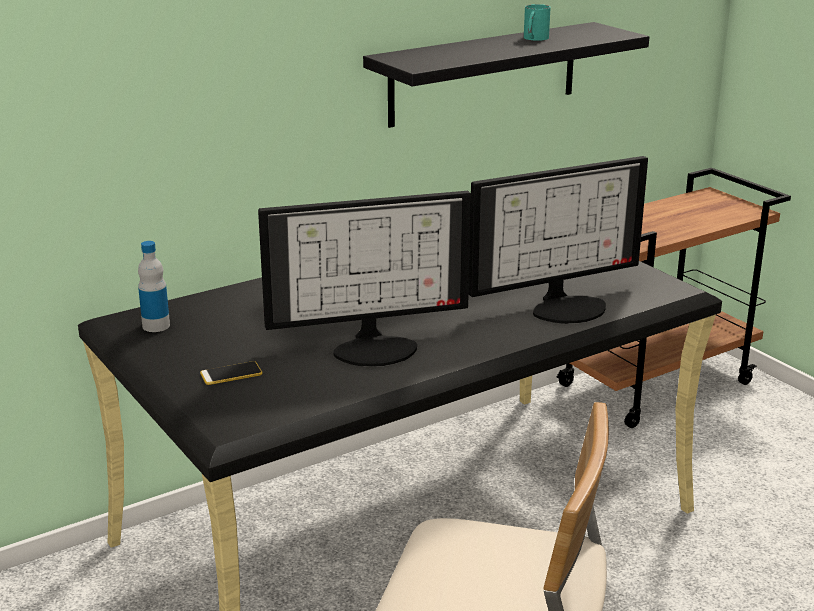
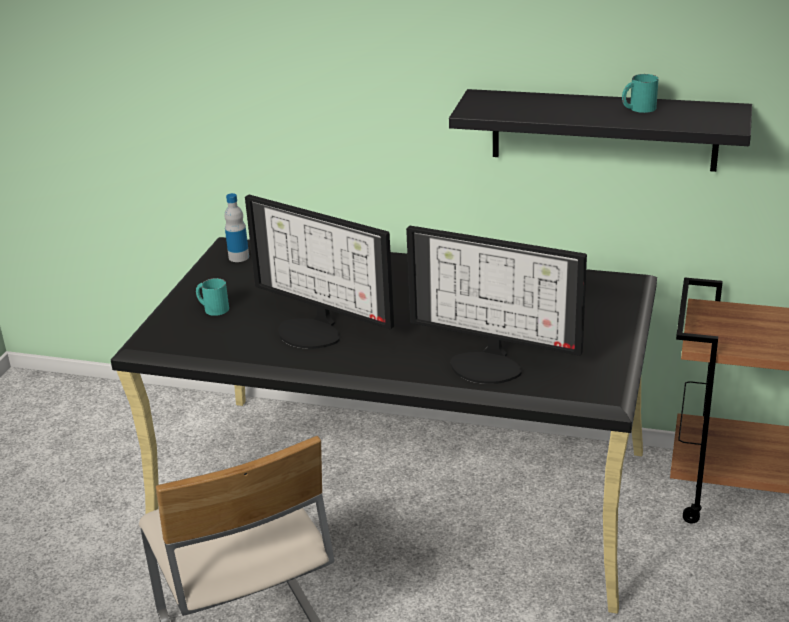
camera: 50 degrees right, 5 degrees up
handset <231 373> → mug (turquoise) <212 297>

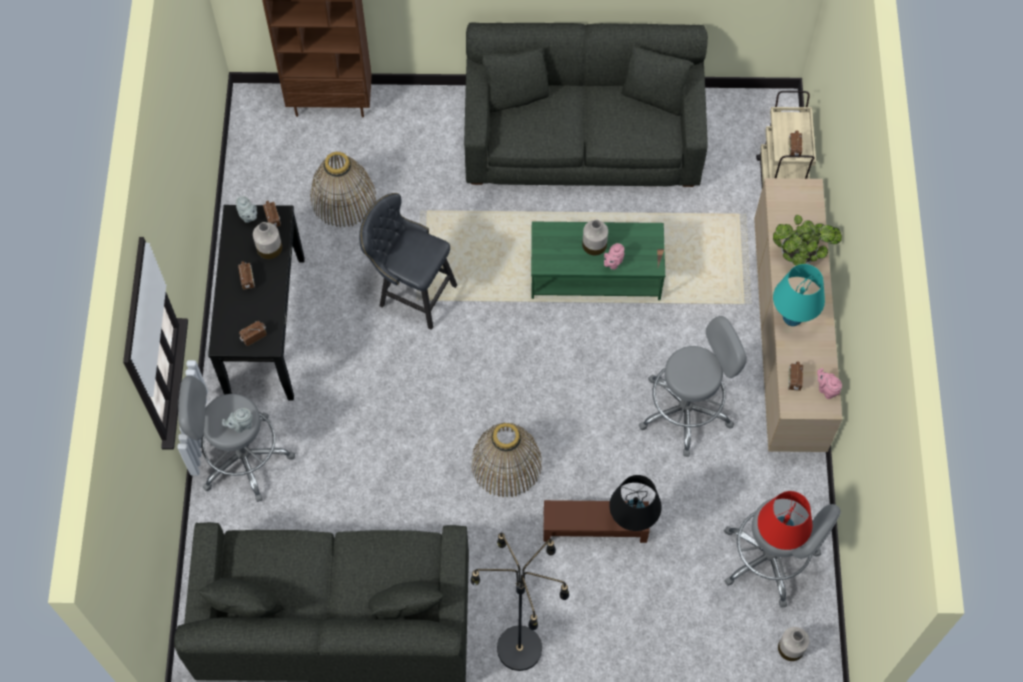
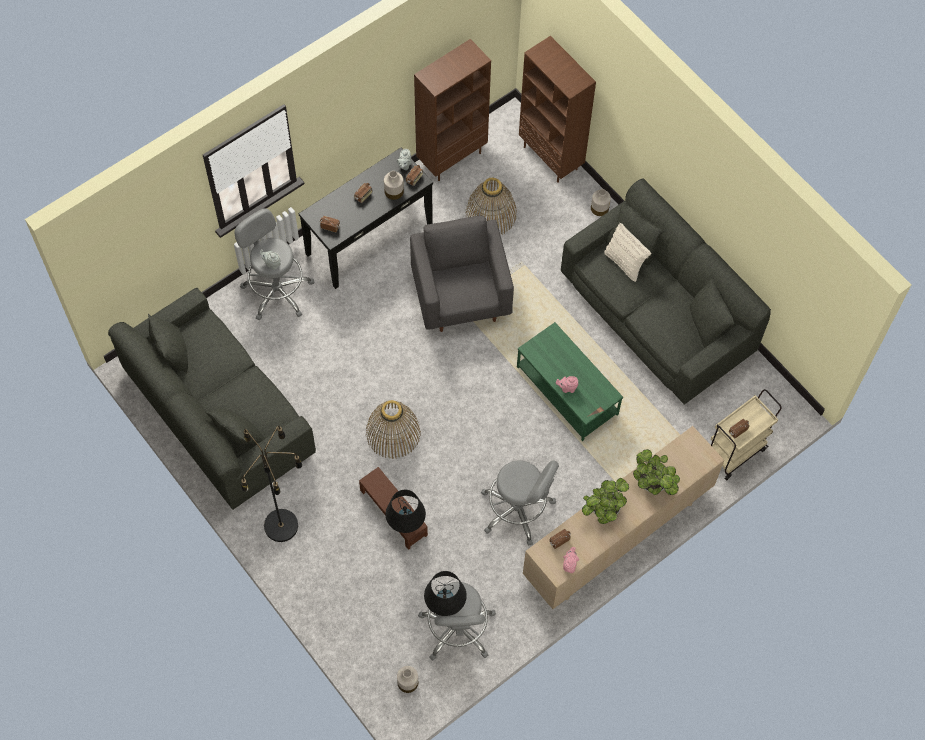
camera: 50 degrees right, 0 degrees up
- → bookcase (brownish) <452 110>
- → cushion (beige-coloured) <627 252>
flower vase (beige-coloured) <595 238> → flower vase (beige-coloured) <601 202>, shifted
stool seat (gray) <408 261> → lounge chair (gray) <462 273>
lamp for a table (turquoise) <799 295> → potted plant <605 501>
lamp for a table (reddish) <785 520> → lamp for a table (blackish) <445 593>

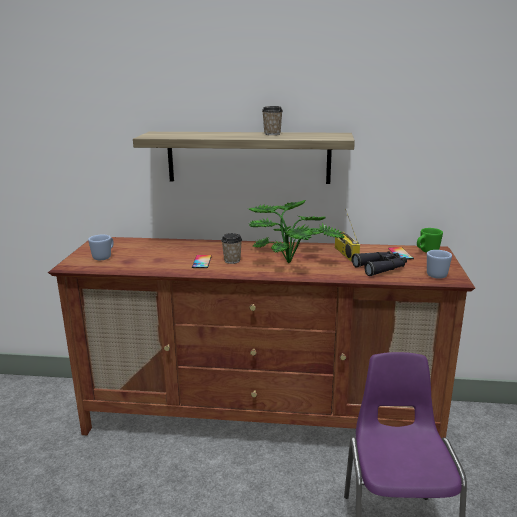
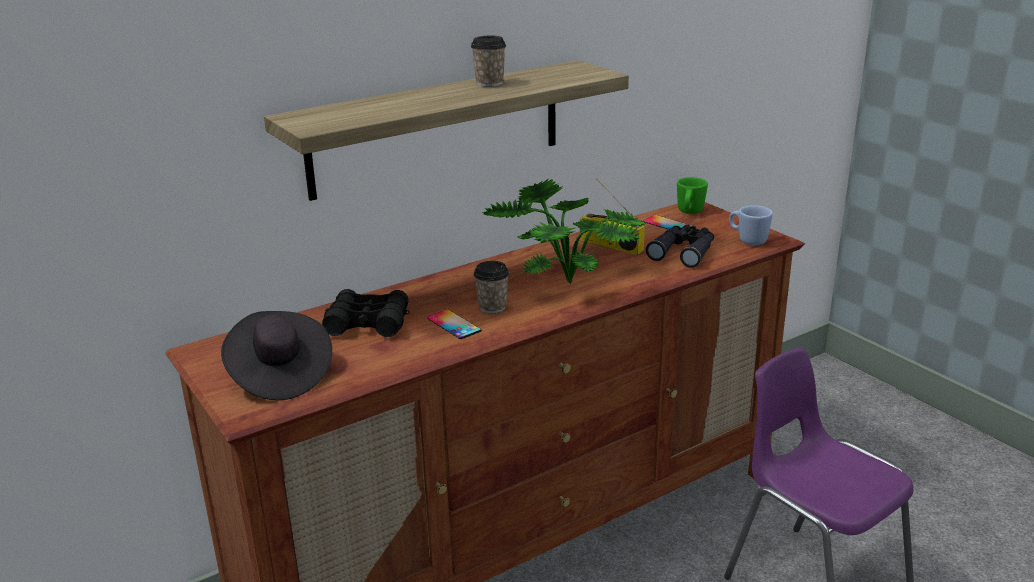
camera: 40 degrees left, 5 degrees up
- → binoculars (blackish) <366 313>
mug (bluish) <101 247> → hat (blackish) <276 355>

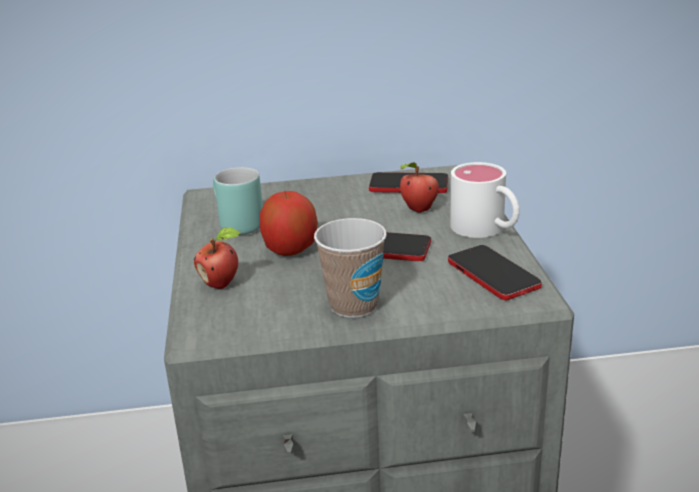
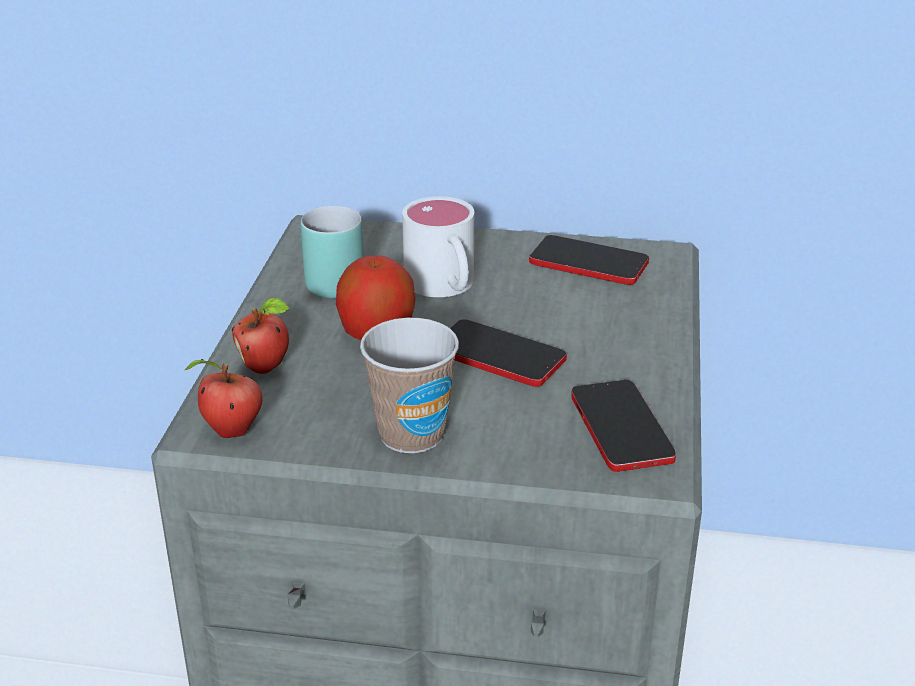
camera: 15 degrees right, 5 degrees up
whole apple <419 187> → whole apple <224 398>, shifted
mug (whitish) <485 200> → mug (whitish) <438 246>, shifted

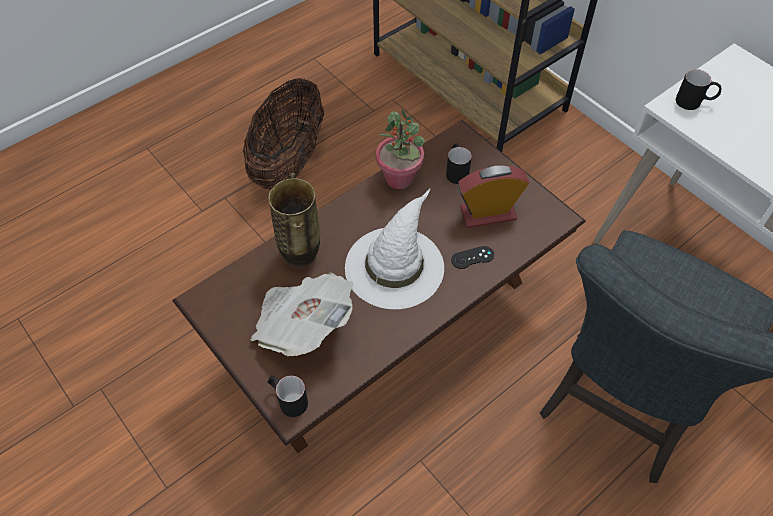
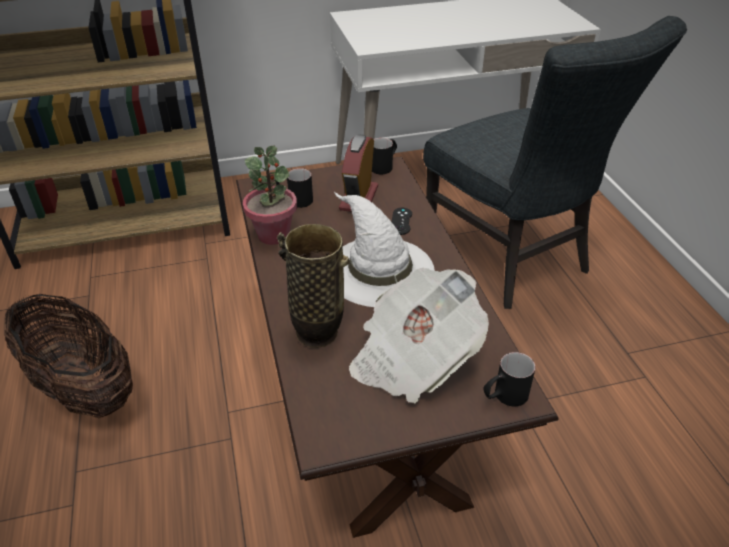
camera: 65 degrees left, 15 degrees down
mug (blackish) <698 89> → mug (blackish) <384 156>, shifted

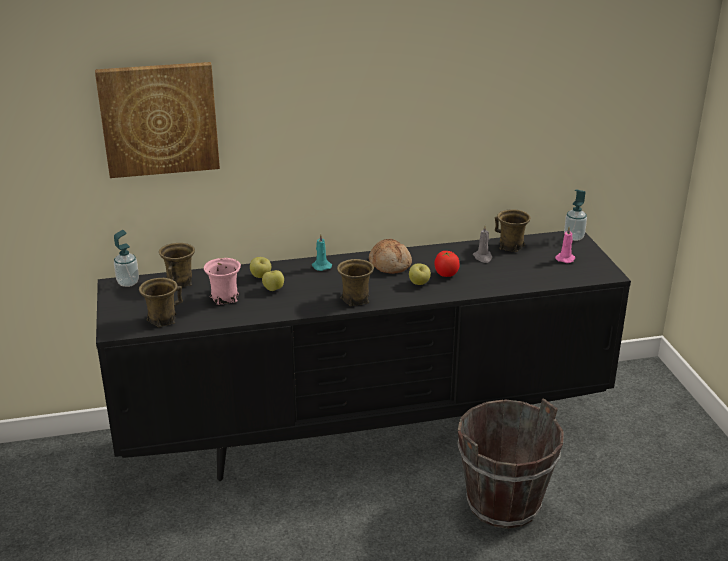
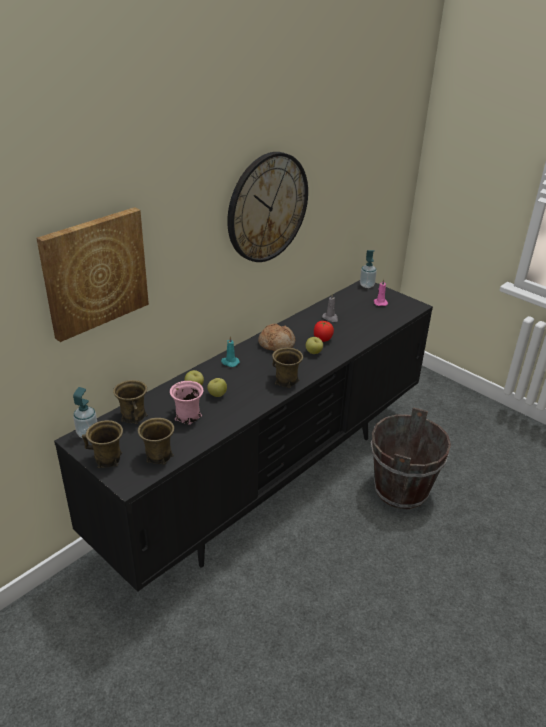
camera: 35 degrees left, 5 degrees up
- → clock on the wall <267 207>
mug (brownish) <513 230> → mug (brownish) <102 444>, shifted

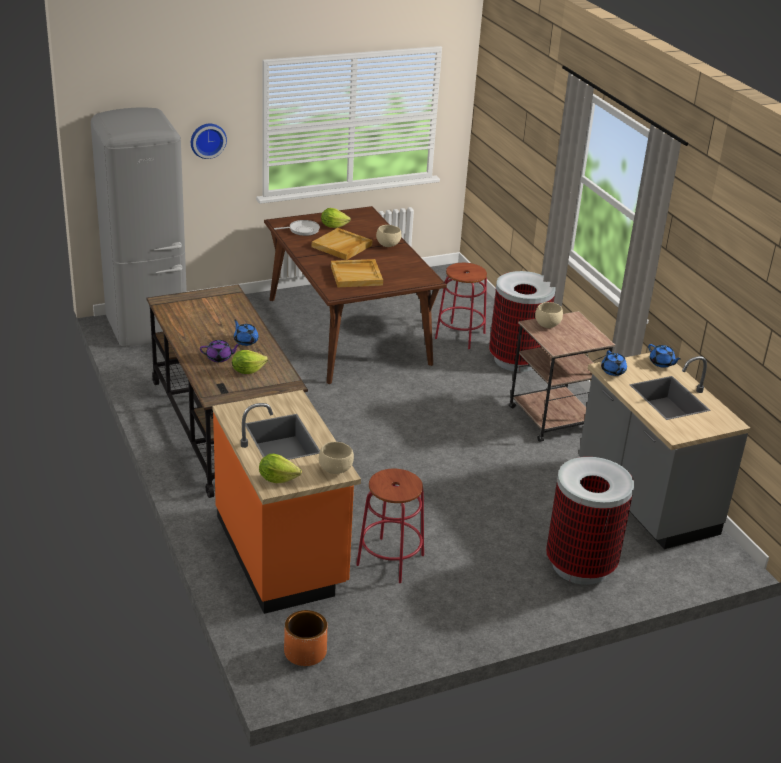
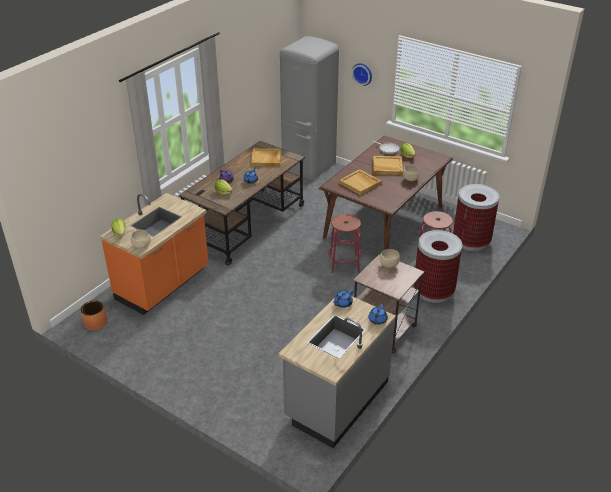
camera: 60 degrees right, 5 degrees up
- → tray (beige-coloured) <266 157>
stool seat (reddish) <390 526> → stool seat (reddish) <345 243>, shifted
waste bin <590 521> → waste bin <476 217>, shifted

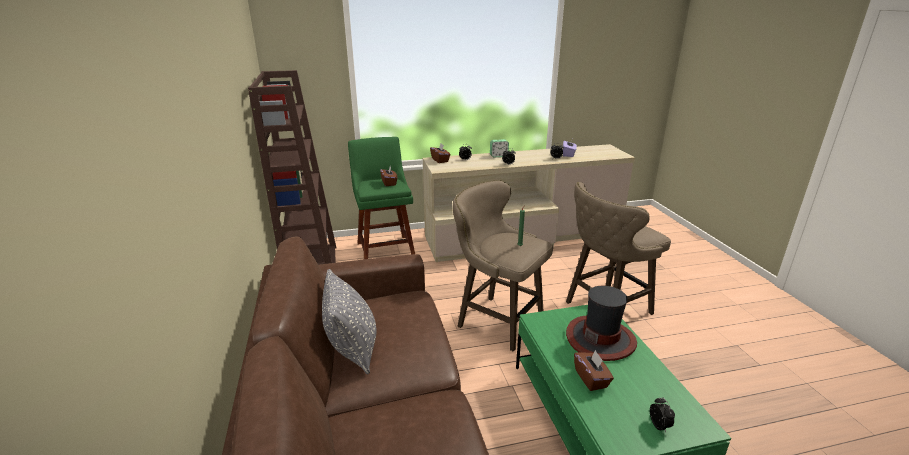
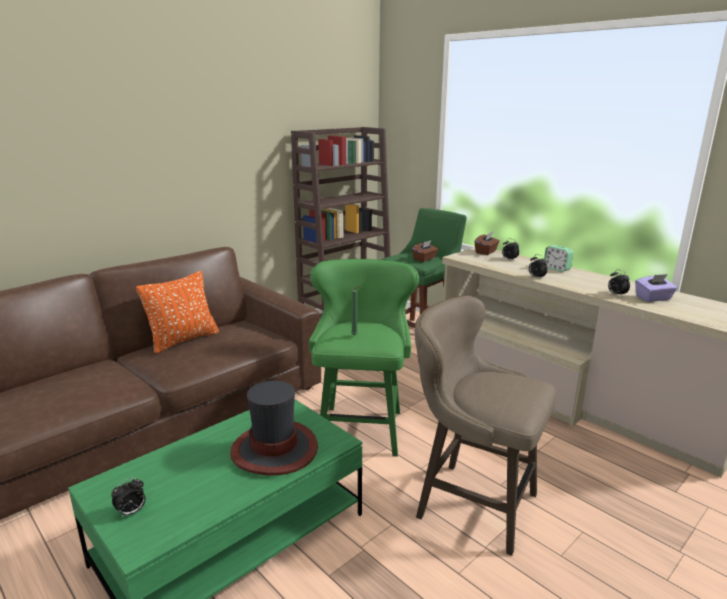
camera: 60 degrees right, 5 degrees down
tissue box (brownish) <594 370> → -
cushion (gray) <349 322> → cushion (orange) <177 312>
stool seat (beige-coloured) <503 266> → stool seat (greenish) <364 358>

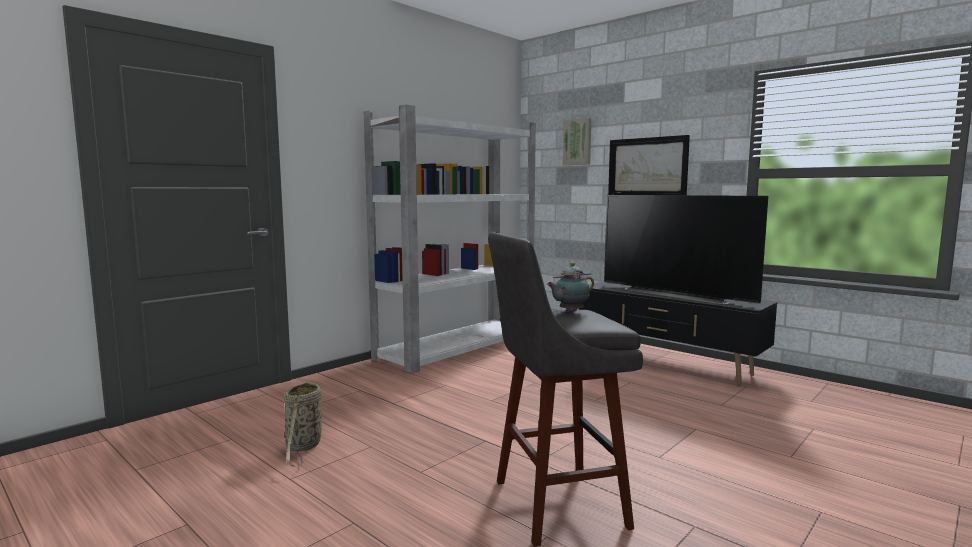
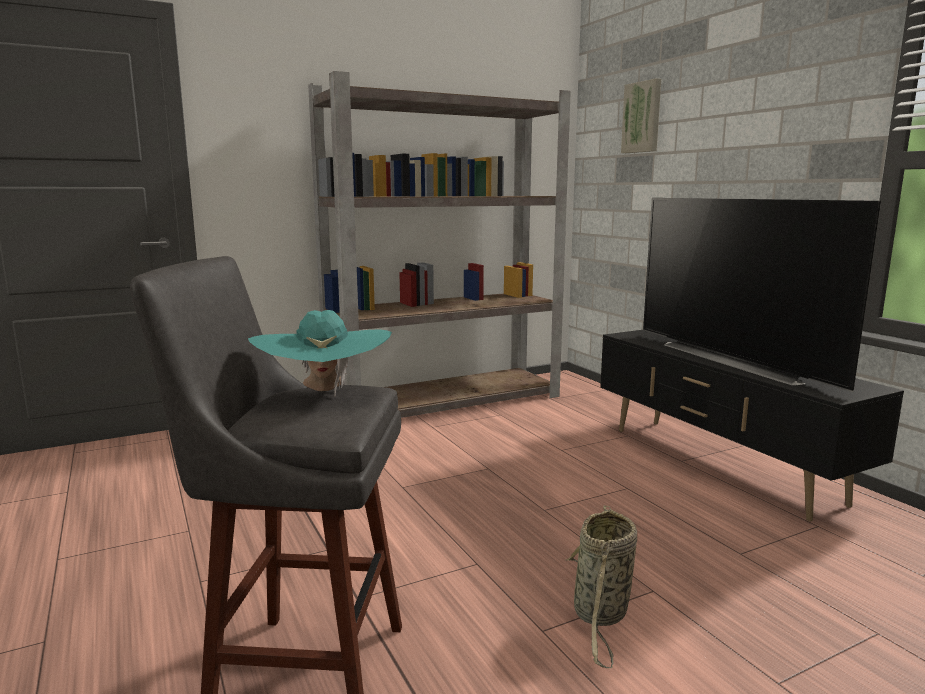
camera: 20 degrees right, 5 degrees up
wall art <649 165> → -
household basket <303 423> → household basket <601 587>, shifted
teapot <570 287> → hat (turquoise) <320 353>
bookcase (whitish) <450 239> → bookcase (brownish) <439 244>

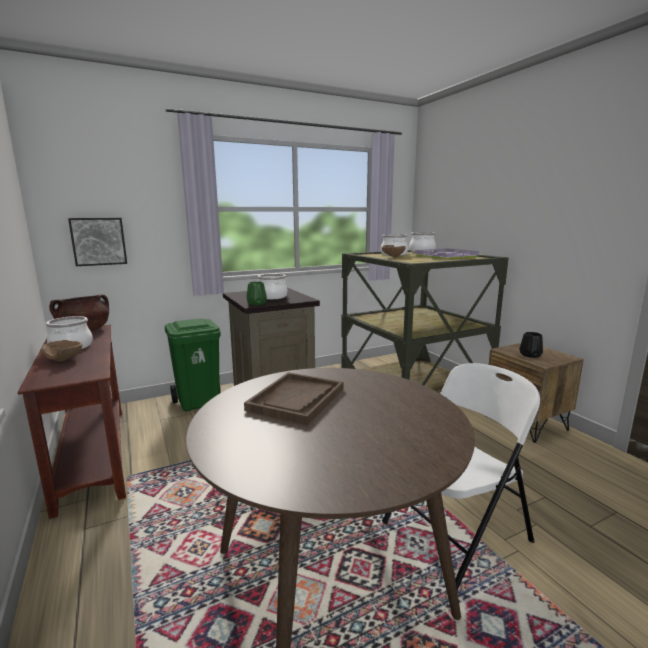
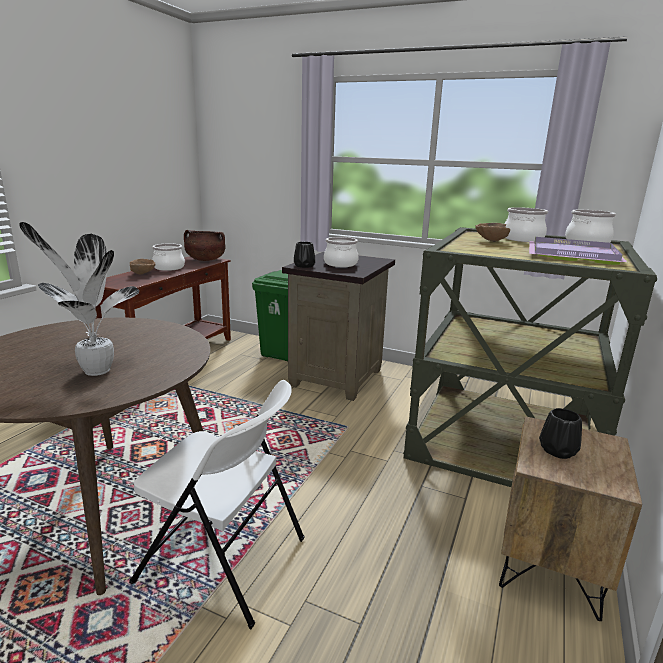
camera: 50 degrees right, 5 degrees up
wall art <97 242> → -
tray (brownish) <293 398> → -
- → potted plant <79 299>
flower vase (greenish) <256 293> → flower vase (blackish) <304 255>

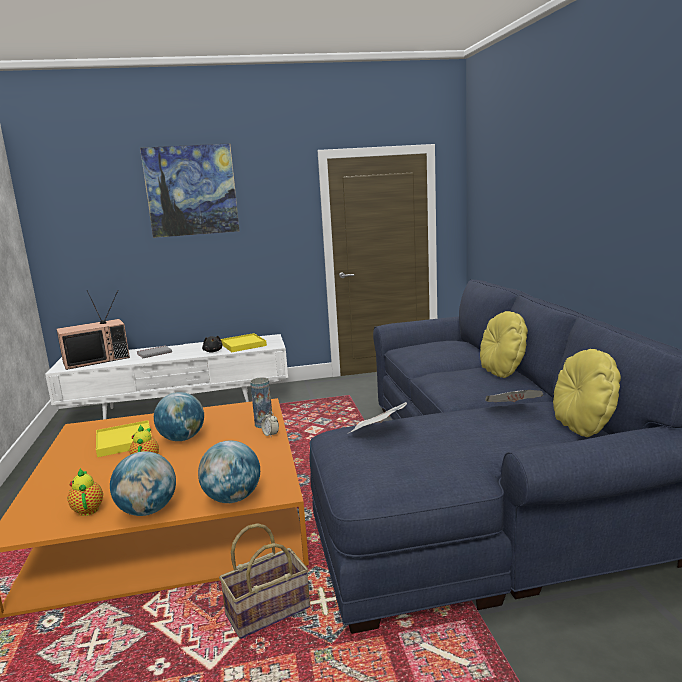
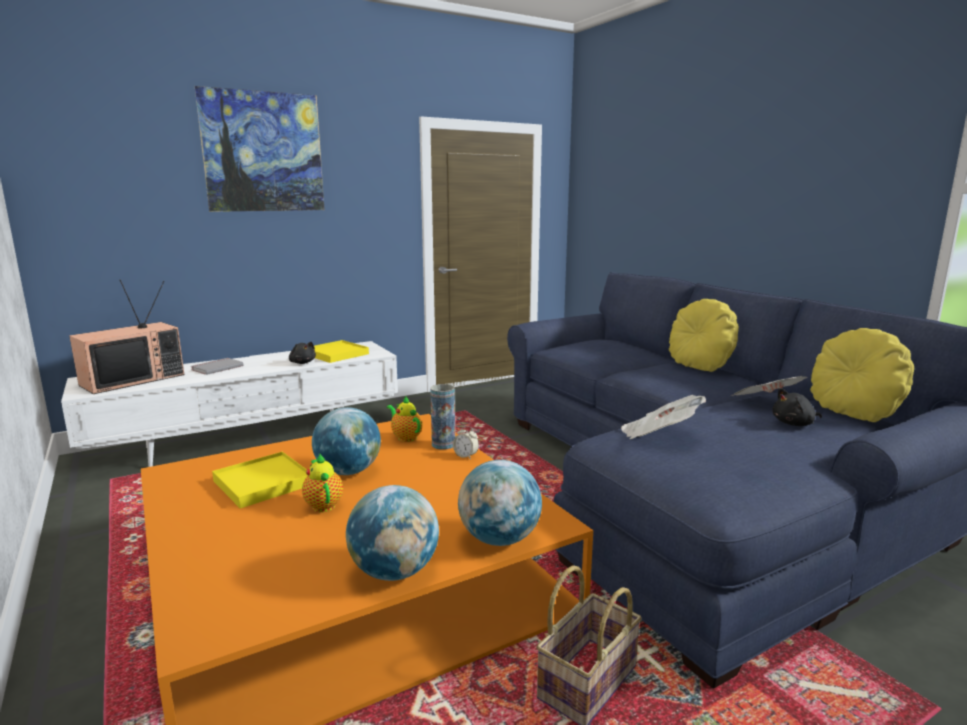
camera: 20 degrees left, 0 degrees up
- → plush toy (blackish) <797 407>
teapot <85 492> → teapot <405 419>, shifted

